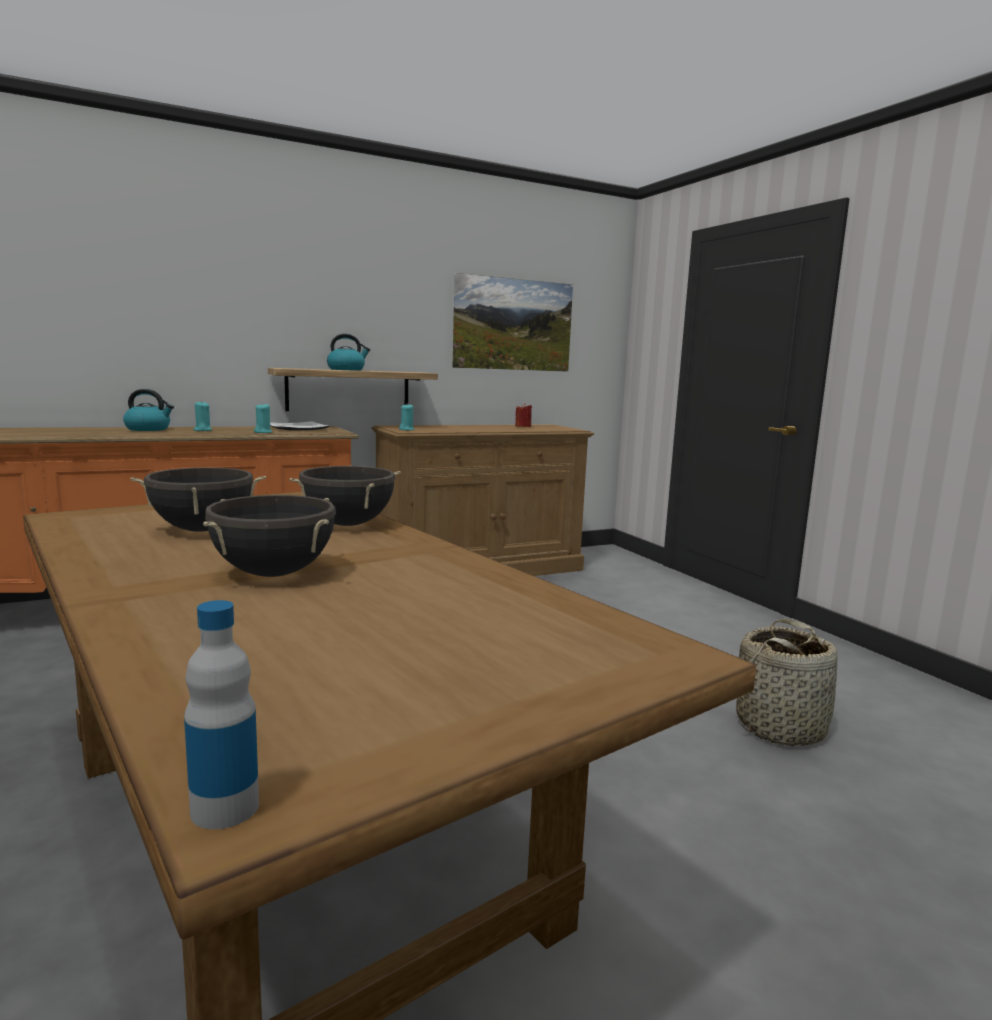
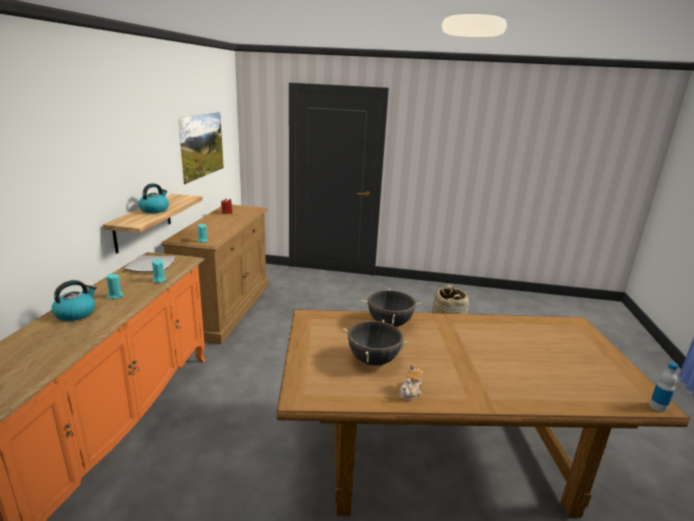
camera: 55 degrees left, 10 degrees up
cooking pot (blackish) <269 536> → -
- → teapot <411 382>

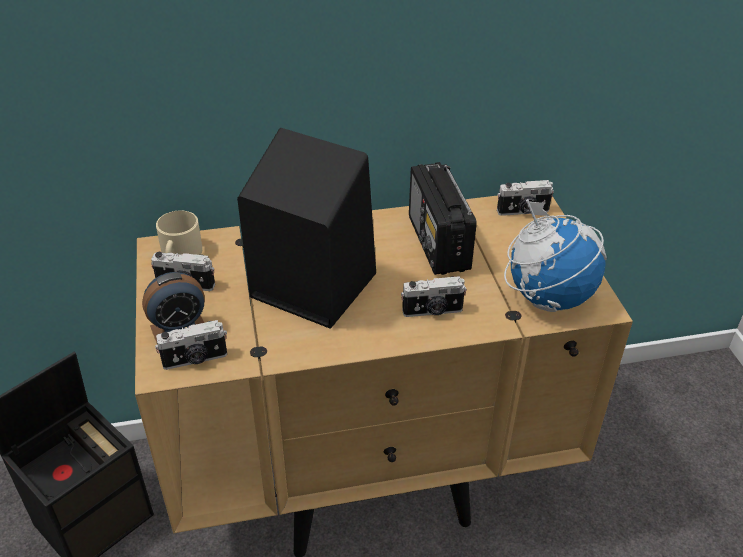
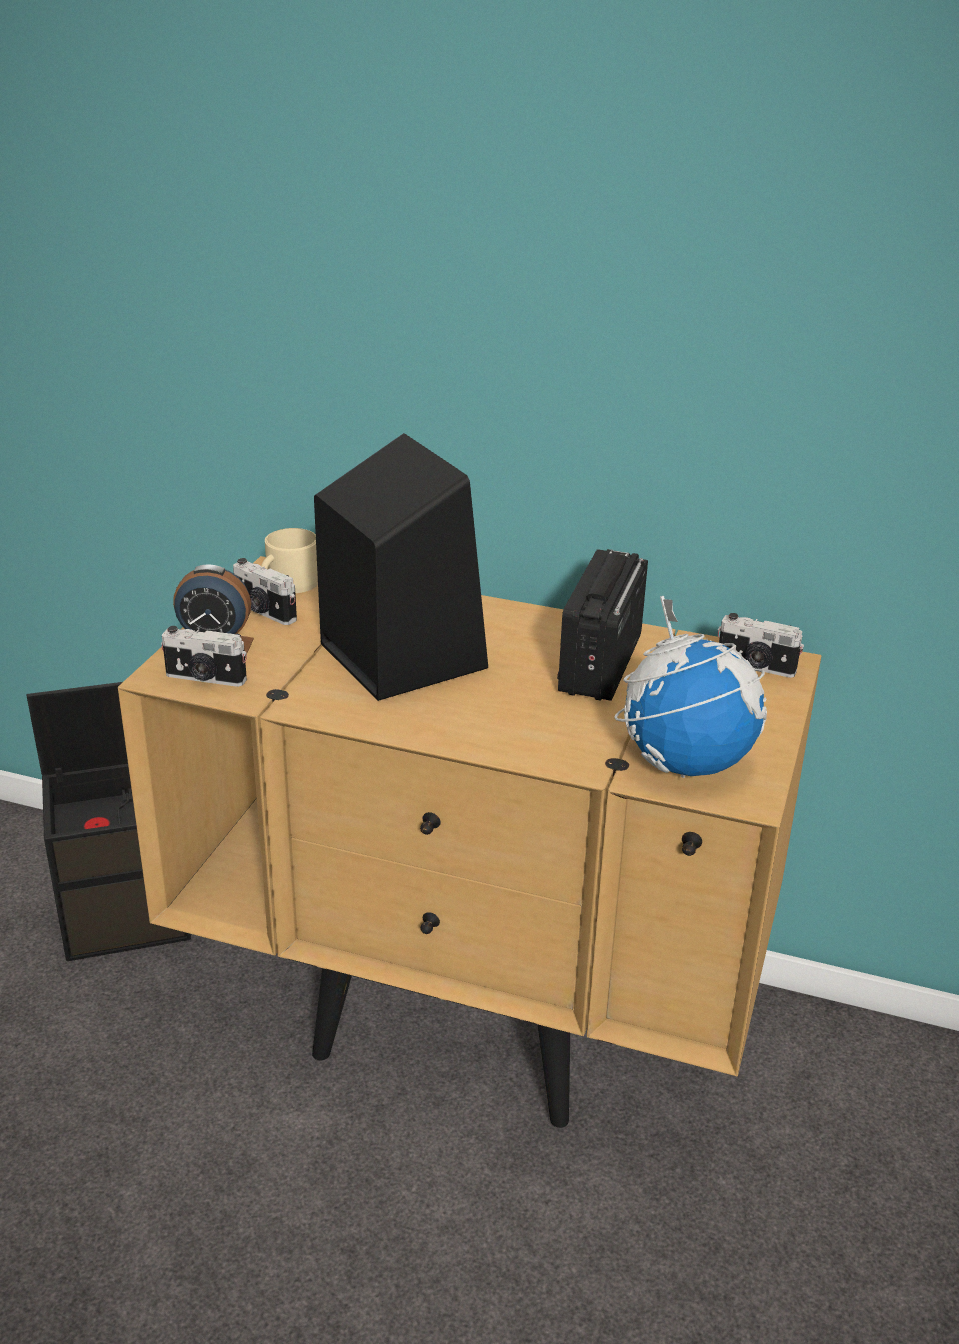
camera: 30 degrees right, 10 degrees down
photo camera <434 296> → -

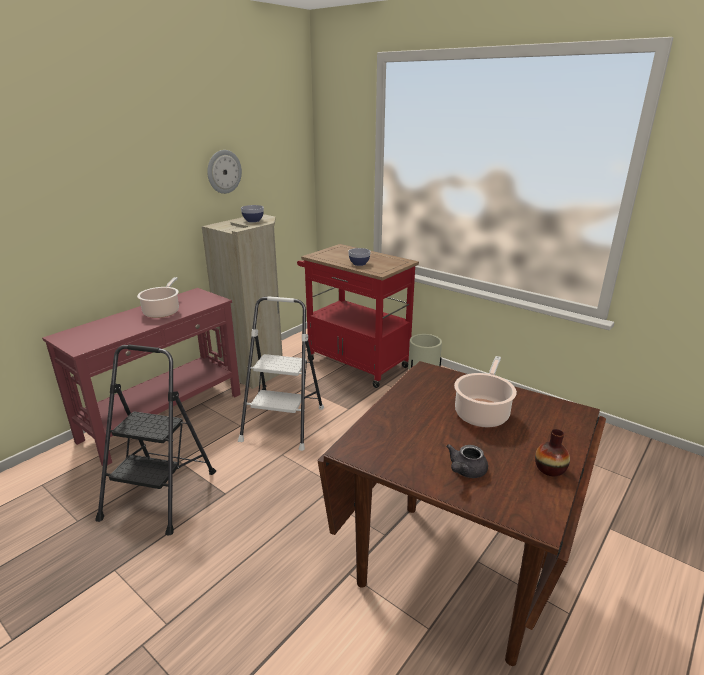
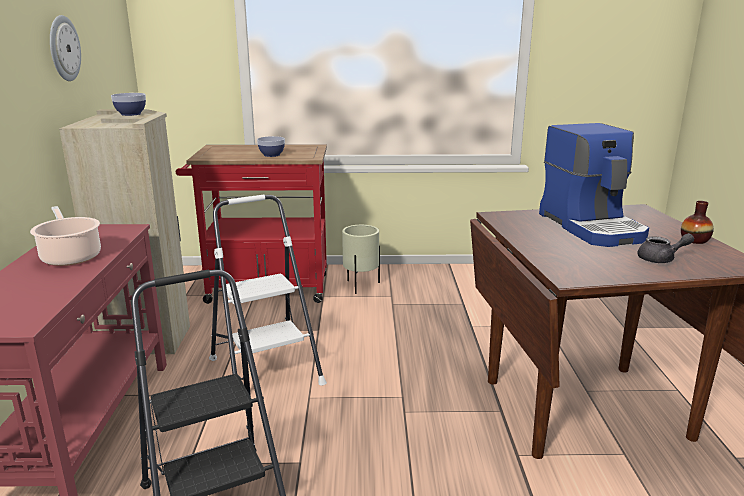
camera: 40 degrees left, 5 degrees down
cooking pot <485 391> → coffee brewer <594 185>
teapot (gray) <467 461> → teapot (gray) <665 248>, 90 degrees counterclockwise

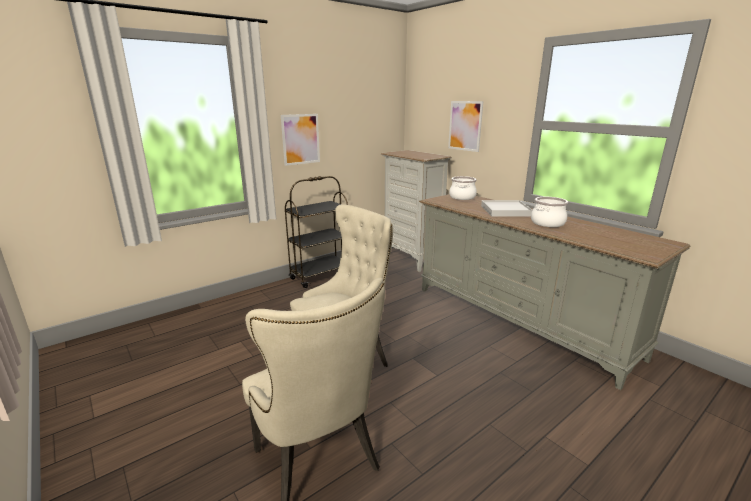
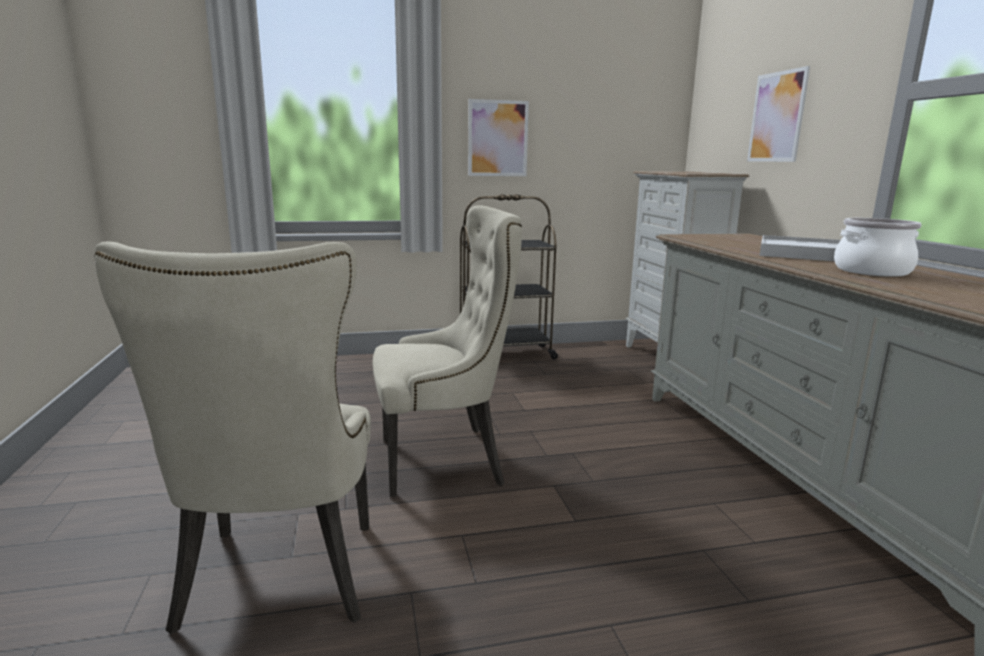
camera: 25 degrees right, 5 degrees down
cooking pot <463 188> → -

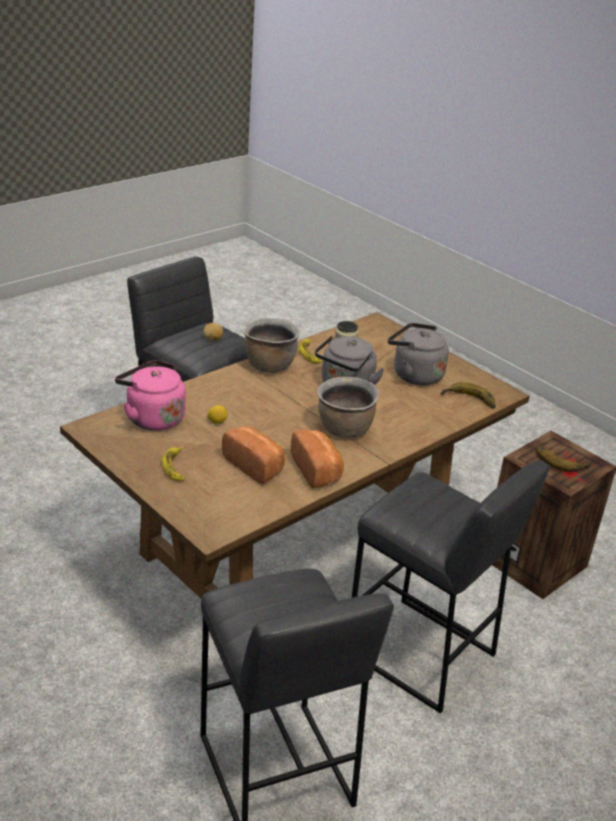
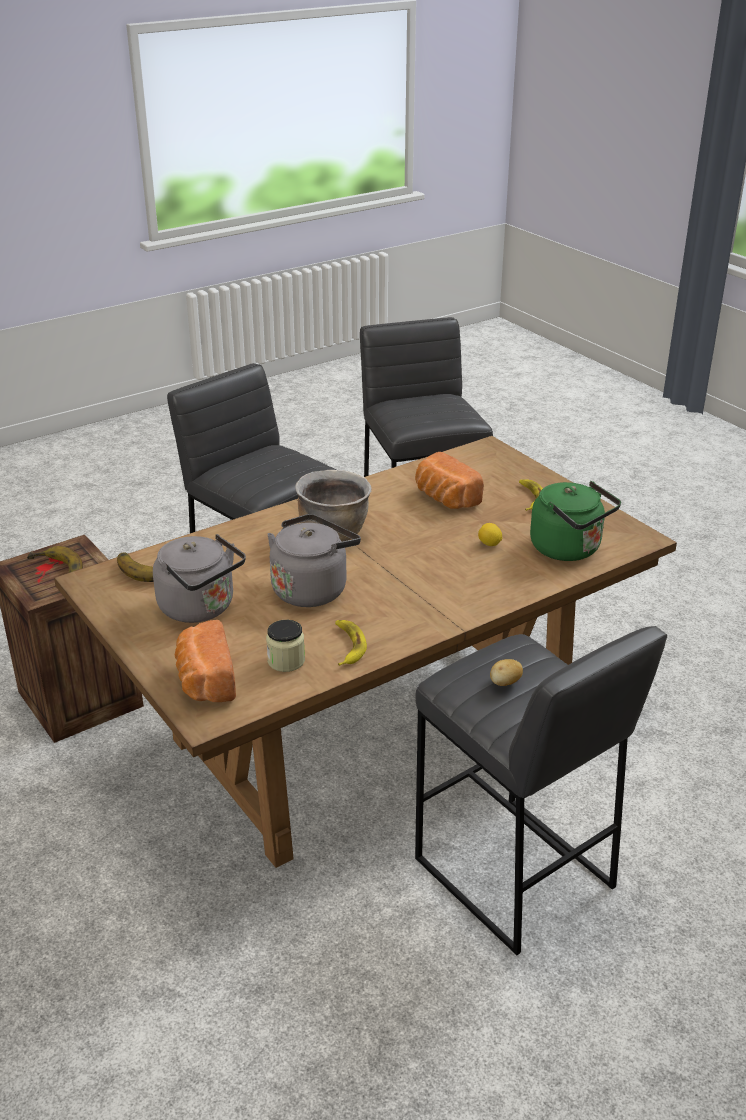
camera: 170 degrees left, 0 degrees up
cooking pot (brownish) <271 345> → -
bread <317 459> → bread <205 661>, shifted
water kettle (pink) <150 395> → water kettle (greenish) <575 521>

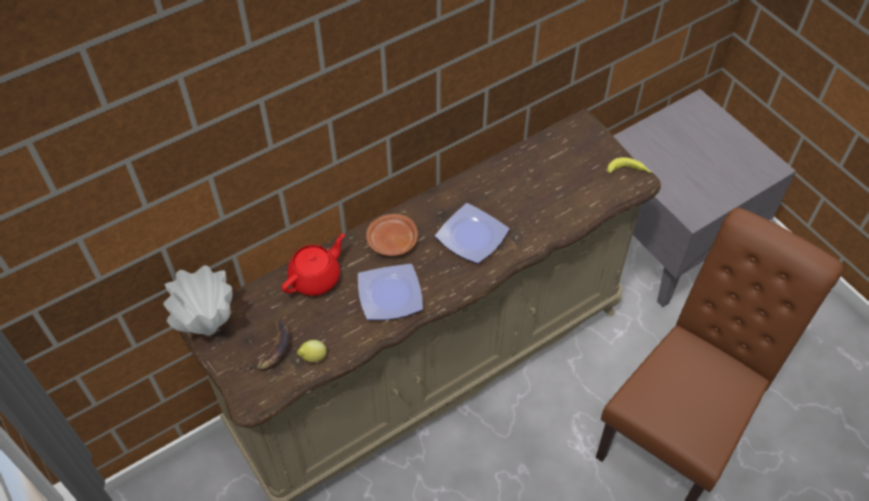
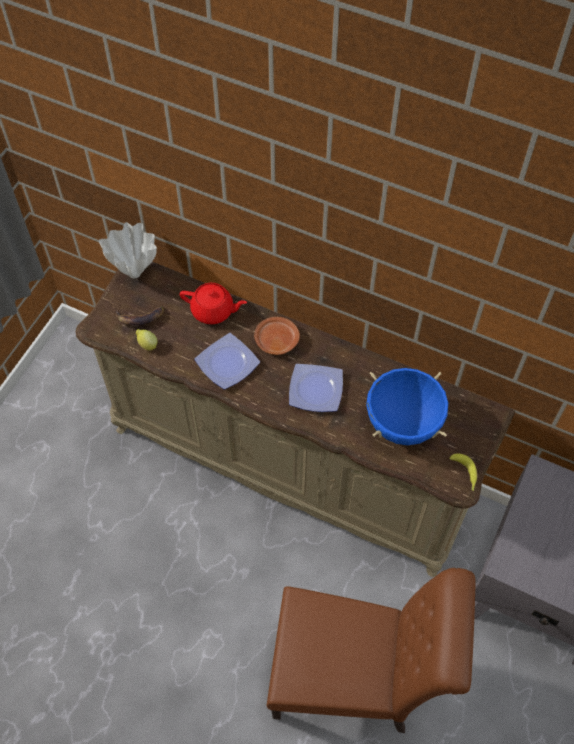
camera: 60 degrees right, 5 degrees up
- → cooking pot (bluish) <407 406>

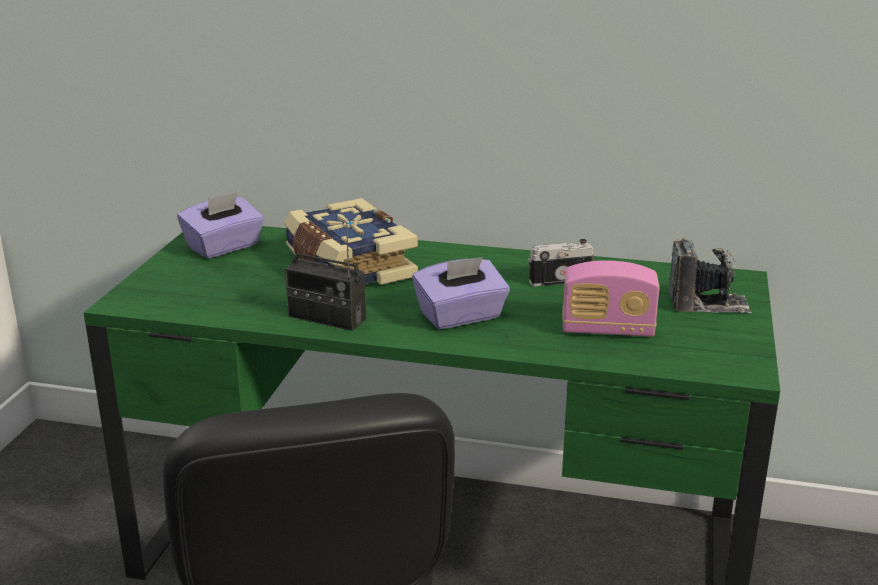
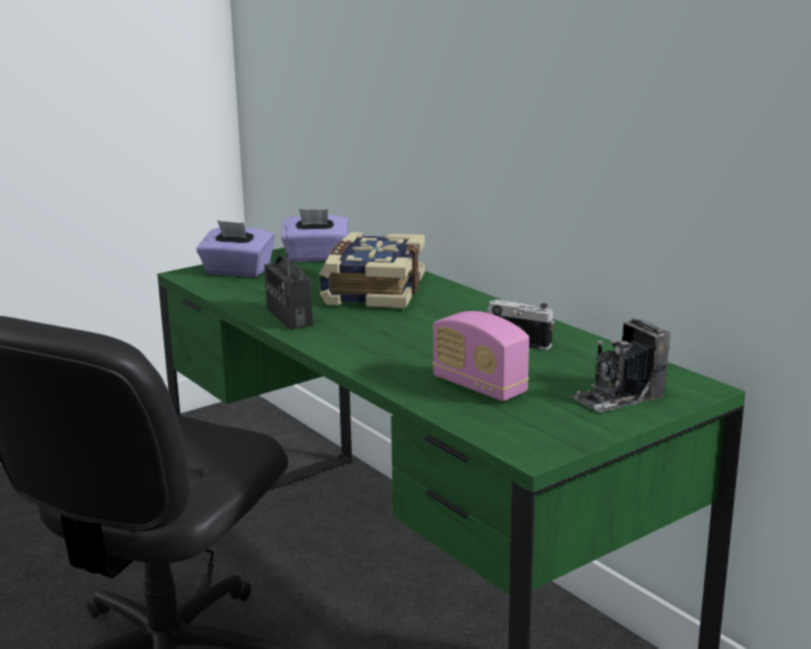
camera: 40 degrees right, 5 degrees down
tissue box (purple-coloured) <461 293> → tissue box (purple-coloured) <235 248>, shifted
photo camera <710 275> → photo camera <620 365>, 105 degrees clockwise

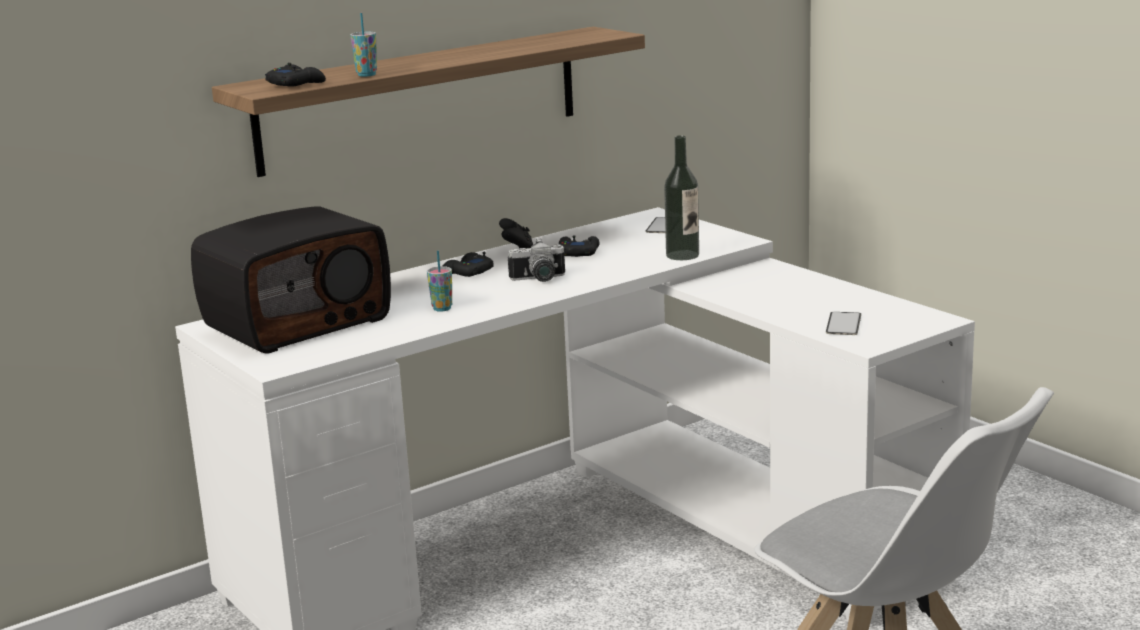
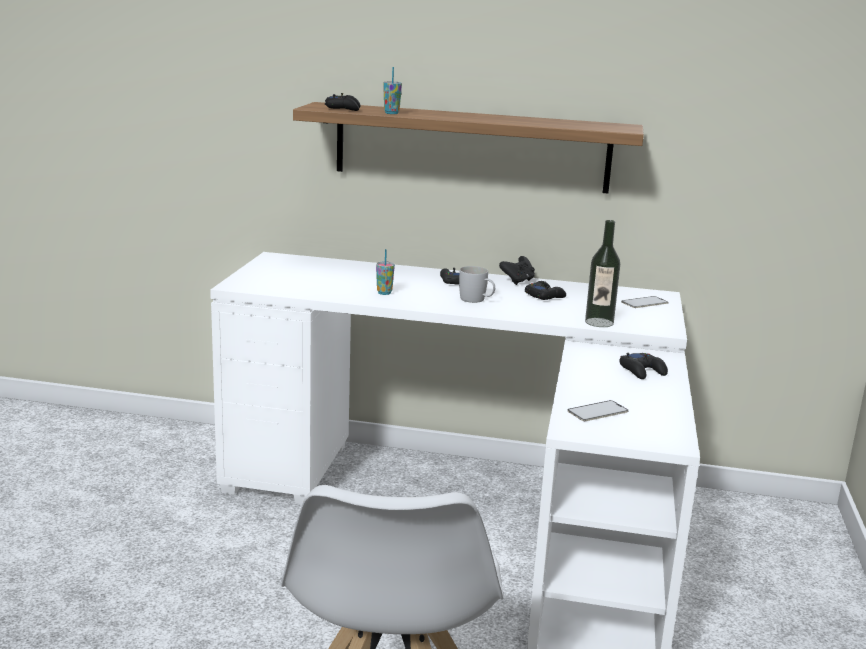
camera: 45 degrees right, 0 degrees up
radio set <291 280> → -
- → joypad (blackish) <643 366>
photo camera <536 260> → mug (whitish) <477 284>

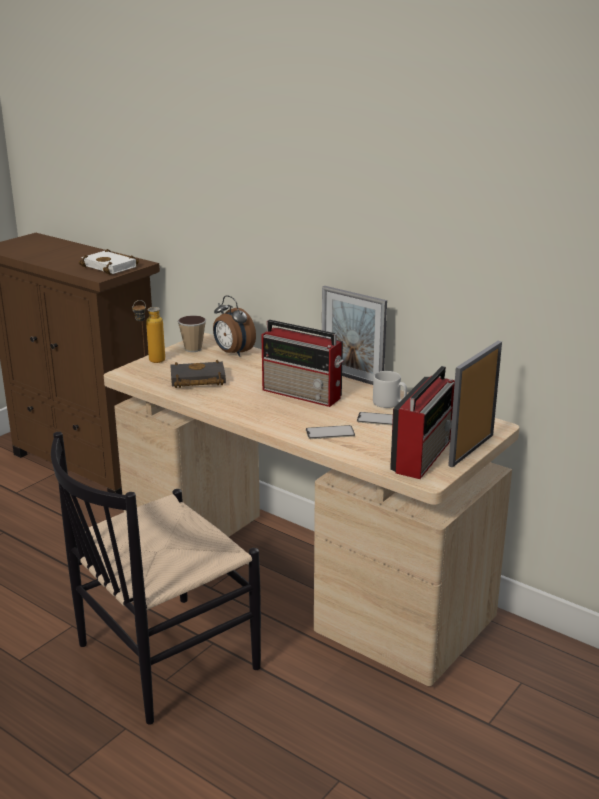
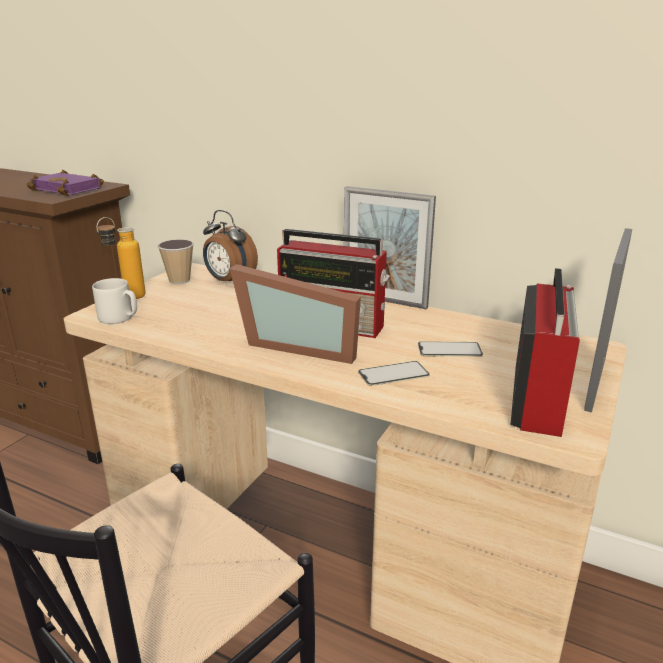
camera: 10 degrees left, 0 degrees up
bound book (blackish) <198 374> → -
- → photo frame <295 314>
mug (gray) <390 389> → mug (gray) <114 301>, shifted
bound book (whitish) <109 262> → bound book (purple-coloured) <65 183>

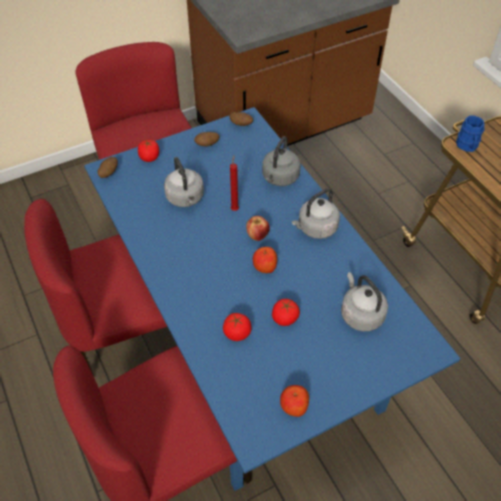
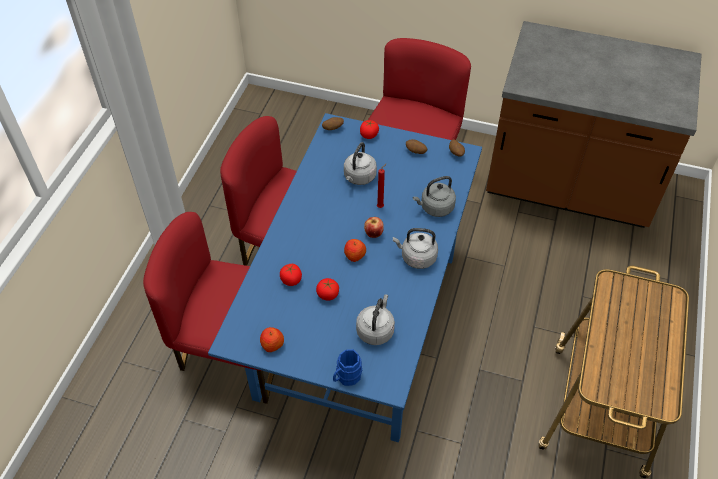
camera: 45 degrees right, 0 degrees up
mug (bluish) <470 133> → mug (bluish) <347 367>, shifted

